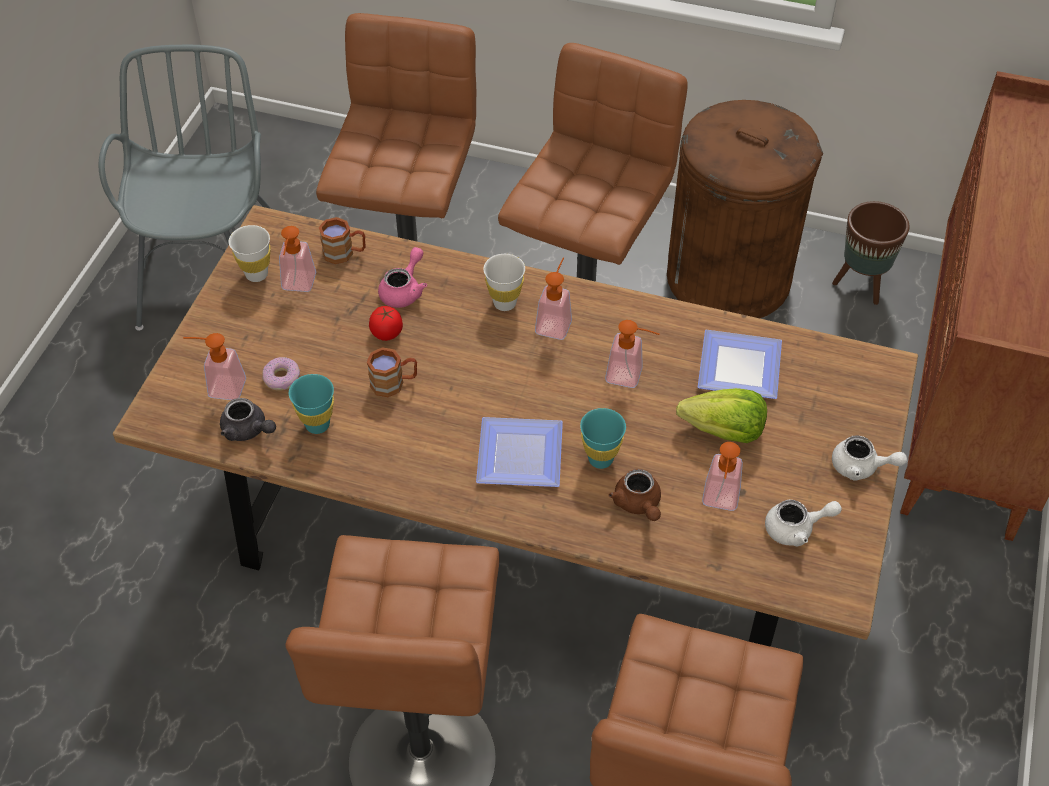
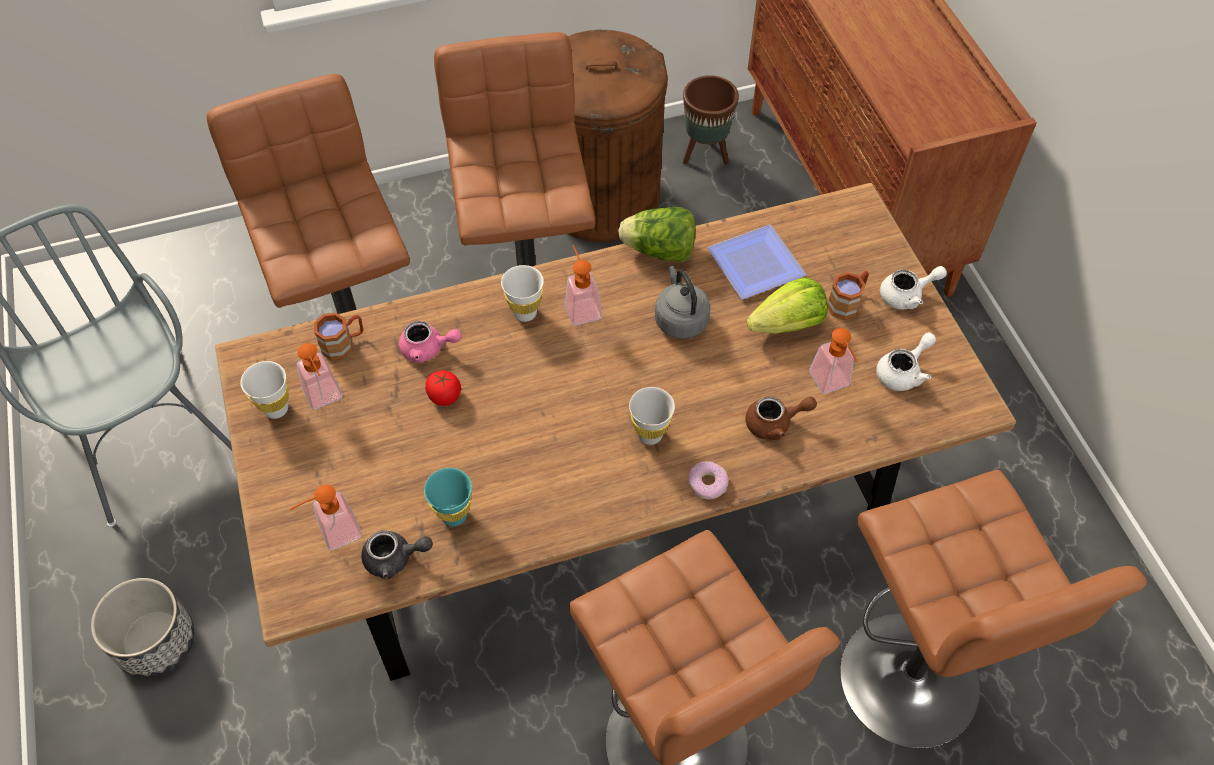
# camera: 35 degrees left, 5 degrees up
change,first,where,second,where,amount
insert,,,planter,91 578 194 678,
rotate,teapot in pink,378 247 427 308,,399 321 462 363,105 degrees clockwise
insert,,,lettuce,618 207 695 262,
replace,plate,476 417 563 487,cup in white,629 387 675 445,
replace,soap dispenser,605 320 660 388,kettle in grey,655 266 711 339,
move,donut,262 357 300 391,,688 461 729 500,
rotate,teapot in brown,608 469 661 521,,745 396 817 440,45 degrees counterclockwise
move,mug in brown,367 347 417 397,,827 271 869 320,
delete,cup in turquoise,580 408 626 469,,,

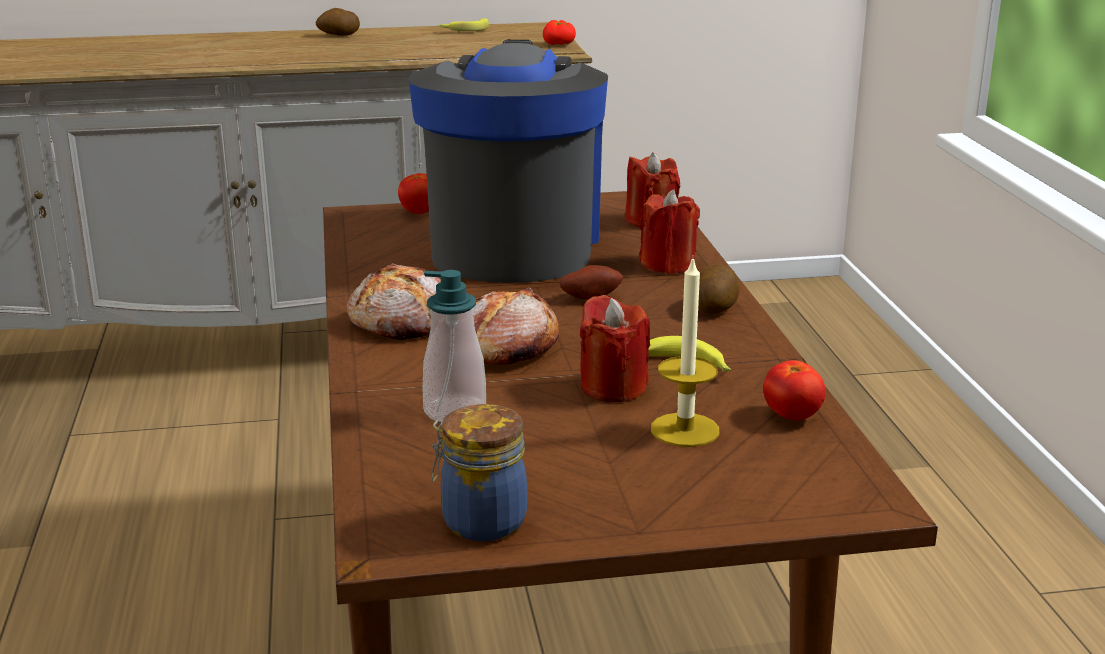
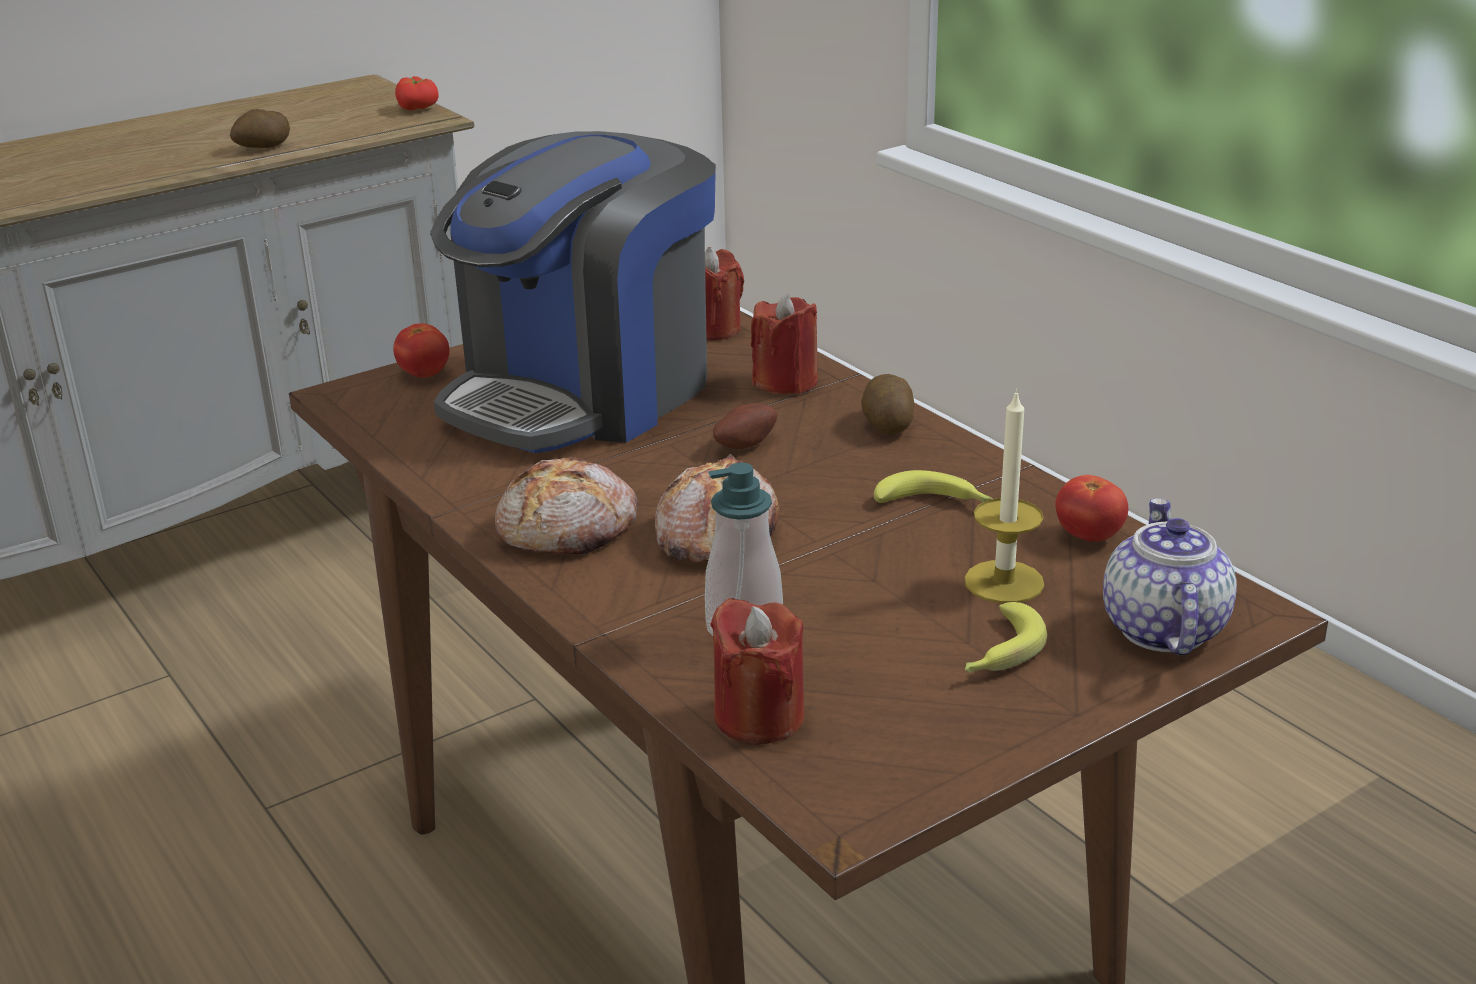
# camera: 25 degrees left, 5 degrees up
change,first,where,second,where,amount
move,potato,316 8 360 36,,230 109 290 148,
rotate,coffee machine,408 40 608 283,,430 131 716 453,120 degrees counterclockwise
move,candle in red,580 295 650 402,,710 598 804 745,
move,banana,438 18 489 31,,965 602 1047 673,
insert,,,teapot,1103 498 1237 655,
delete,jar,432 404 527 541,,,

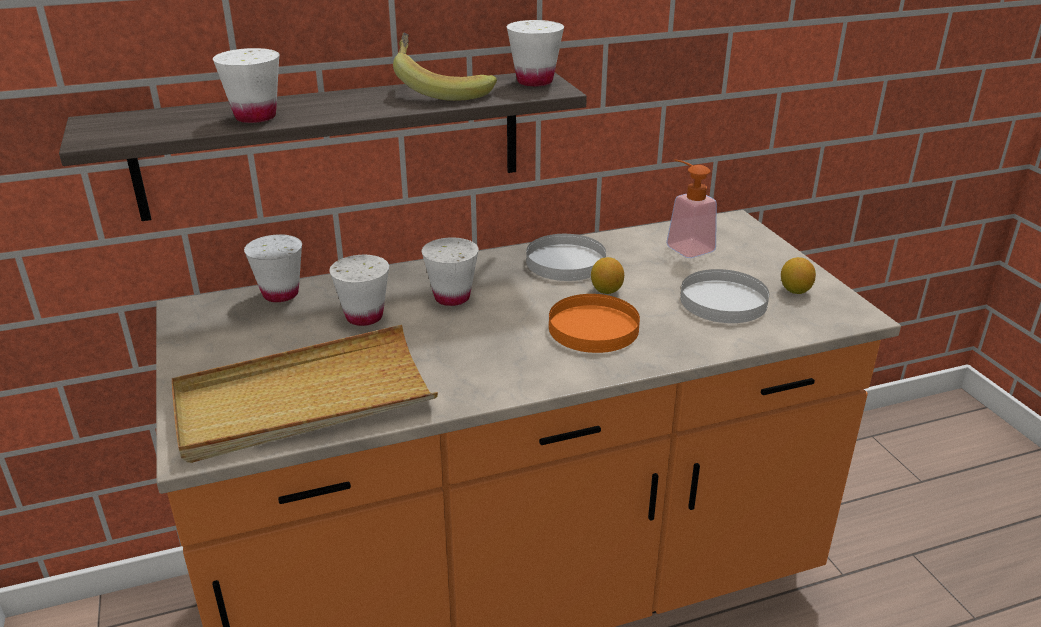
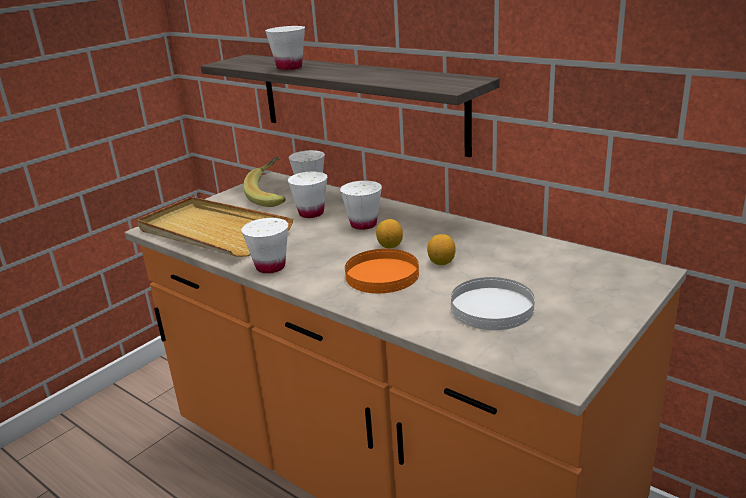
# camera: 60 degrees right, 5 degrees down
change,first,where,second,where,amount
move,cup in white,507 20 564 86,,241 218 288 274,
move,banana,393 33 497 101,,243 157 286 207,
move,lemon,781 257 816 294,,376 219 403 248,
delete,plate in white,526 234 606 281,,,
delete,soap dispenser,666 159 717 258,,,

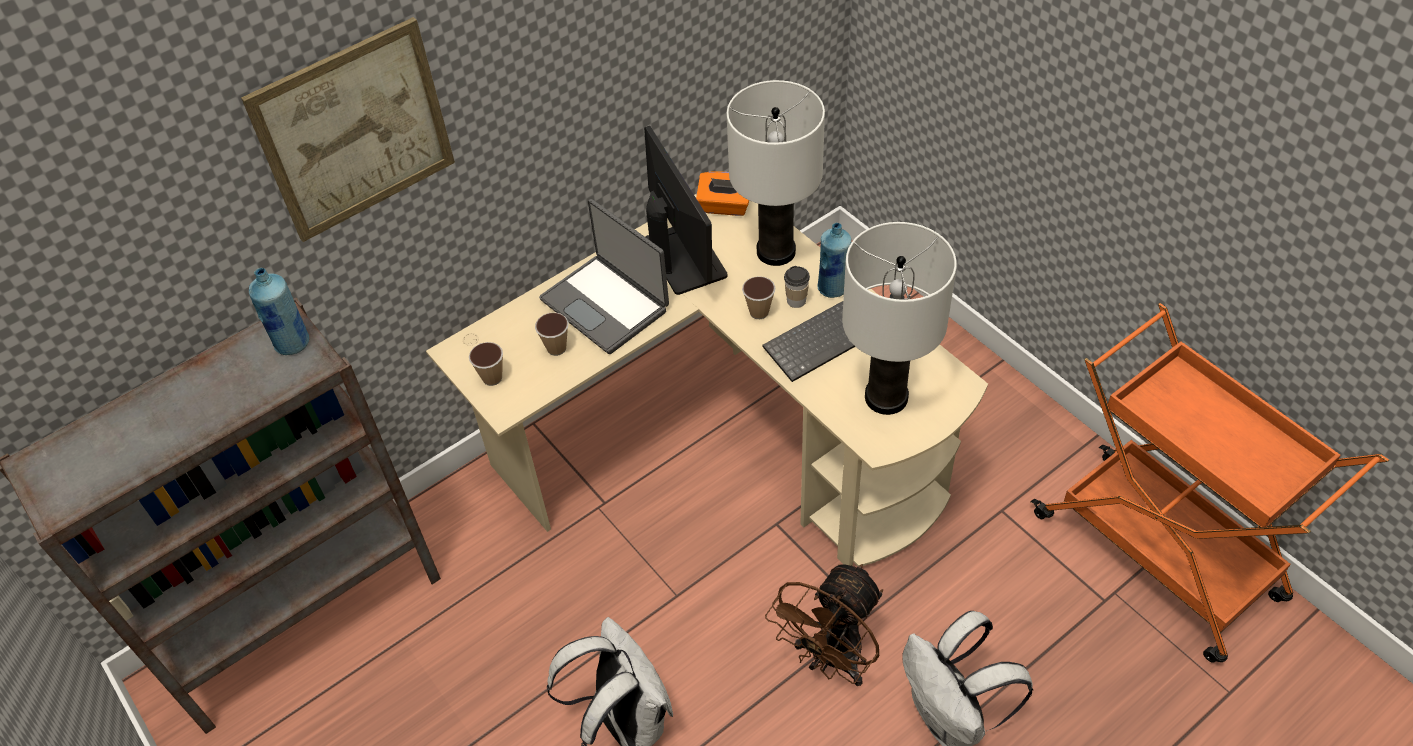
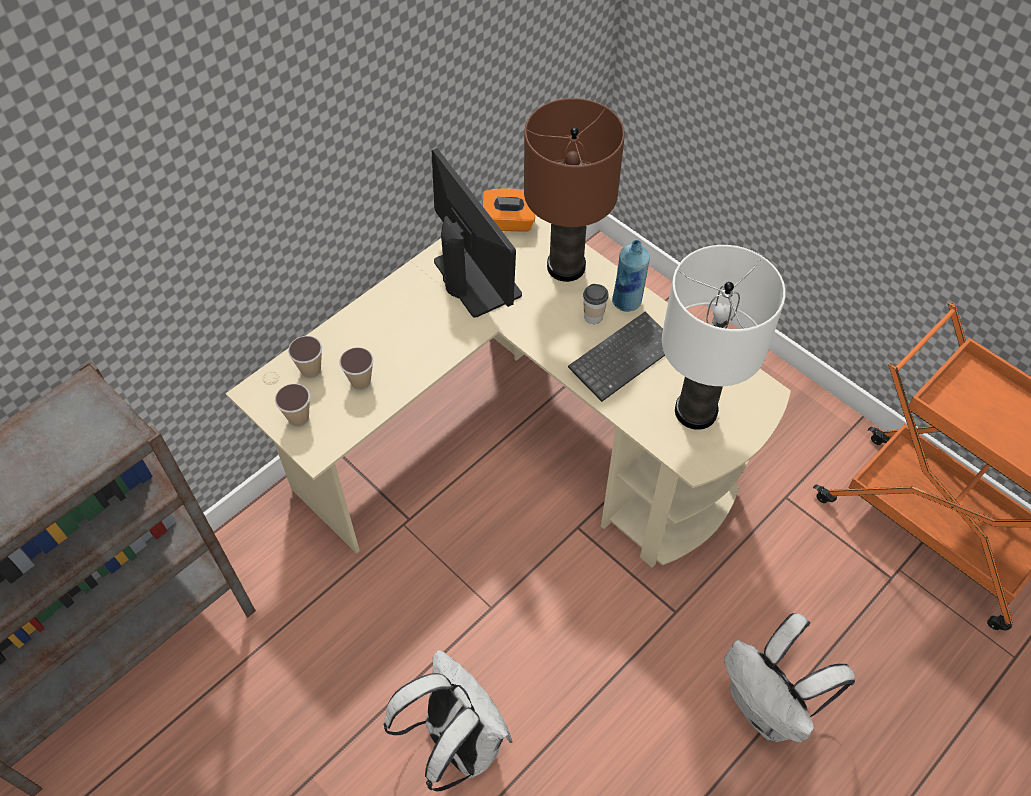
# camera: 10 degrees left, 5 degrees up
change,first,where,second,where,amount
move,cup,742 276 776 319,,288 336 322 378,
recolor,table lamp in white,726 80 825 266,table lamp in brown,524 98 625 282,
delete,picture,241 17 455 242,,,
delete,bottle in blue,249 268 309 355,,,
delete,laptop,539 199 669 354,,,
delete,fan in brown,765 564 883 686,,,

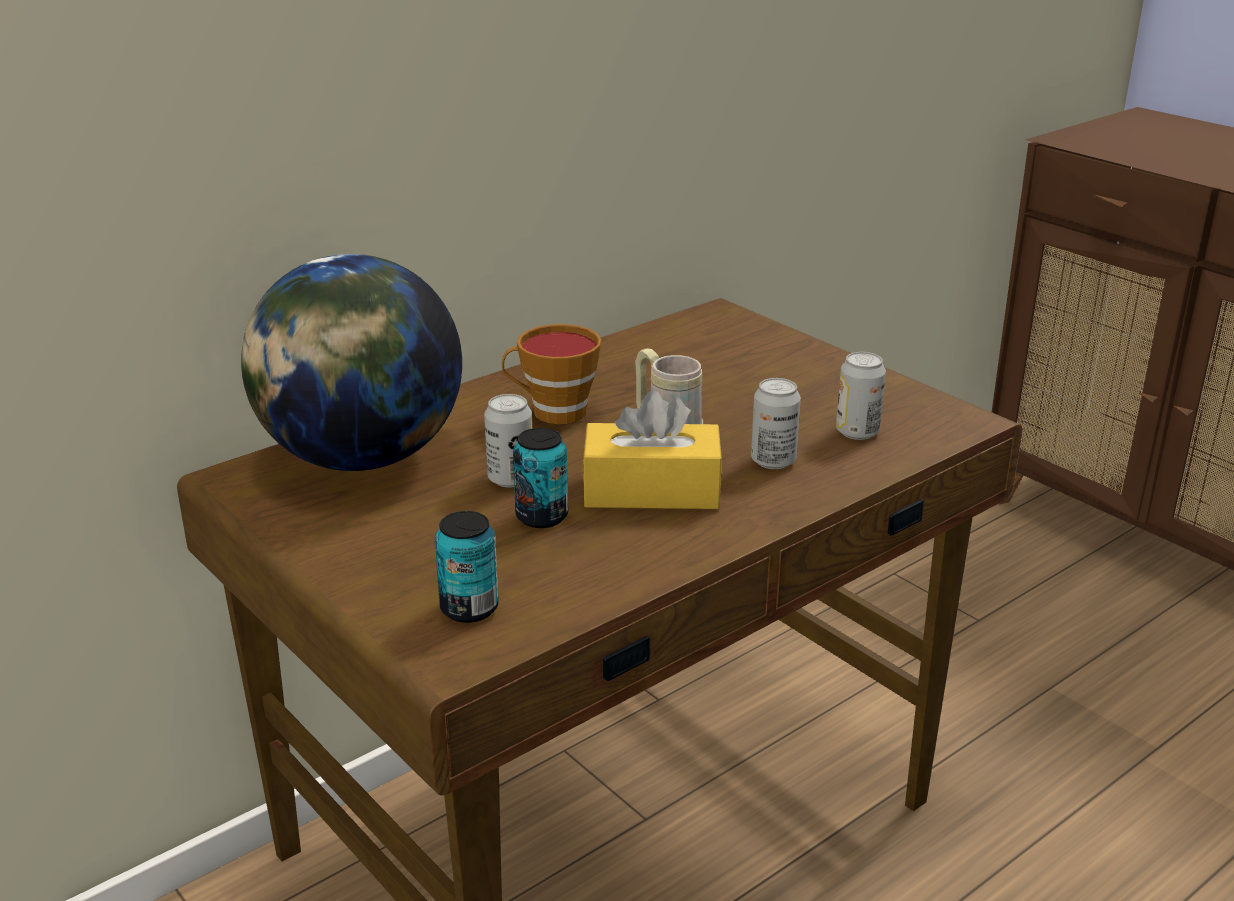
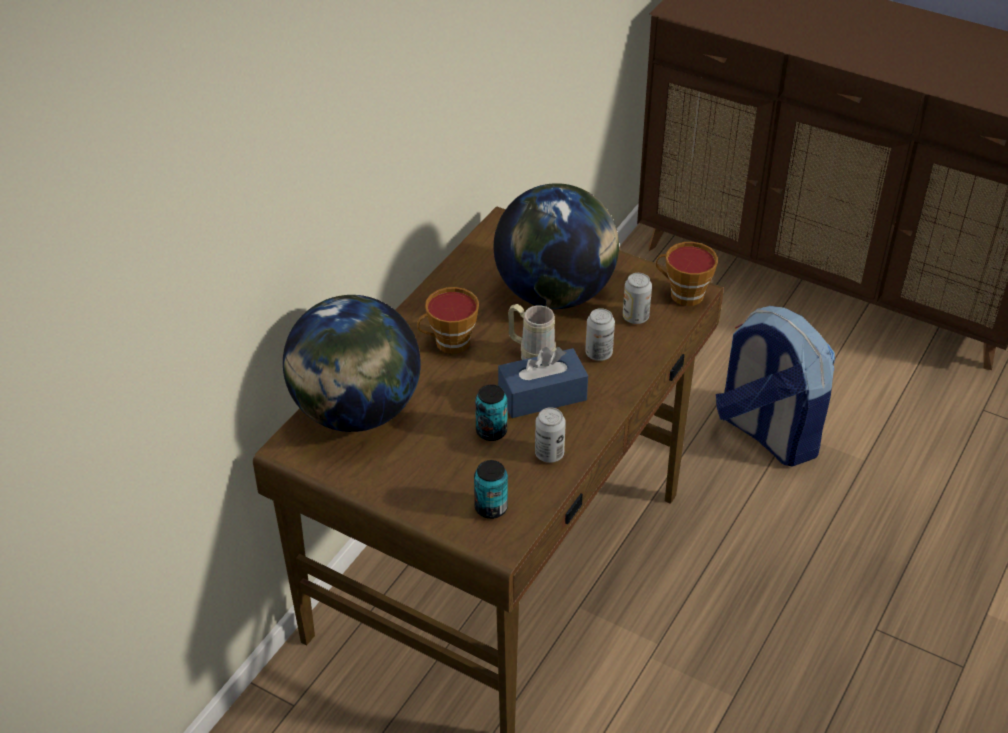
# camera: 20 degrees left, 15 degrees up
change,first,where,second,where,amount
insert,,,globe,494 183 619 309,
recolor,tissue box in yellow,582 390 722 509,tissue box in blue,498 347 588 418,
move,can,484 394 532 488,,535 407 566 463,
insert,,,cup,656 242 718 306,
insert,,,backpack,716 306 835 467,

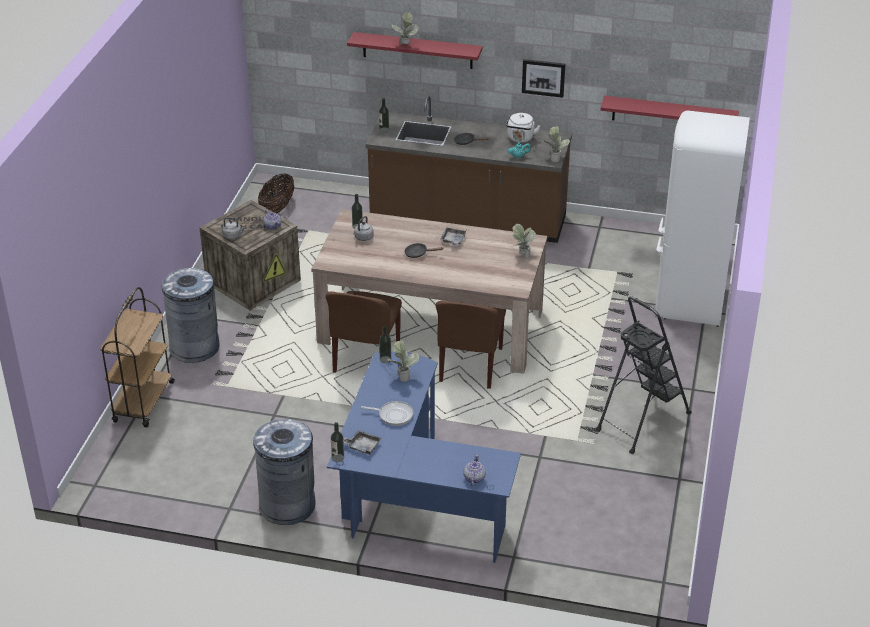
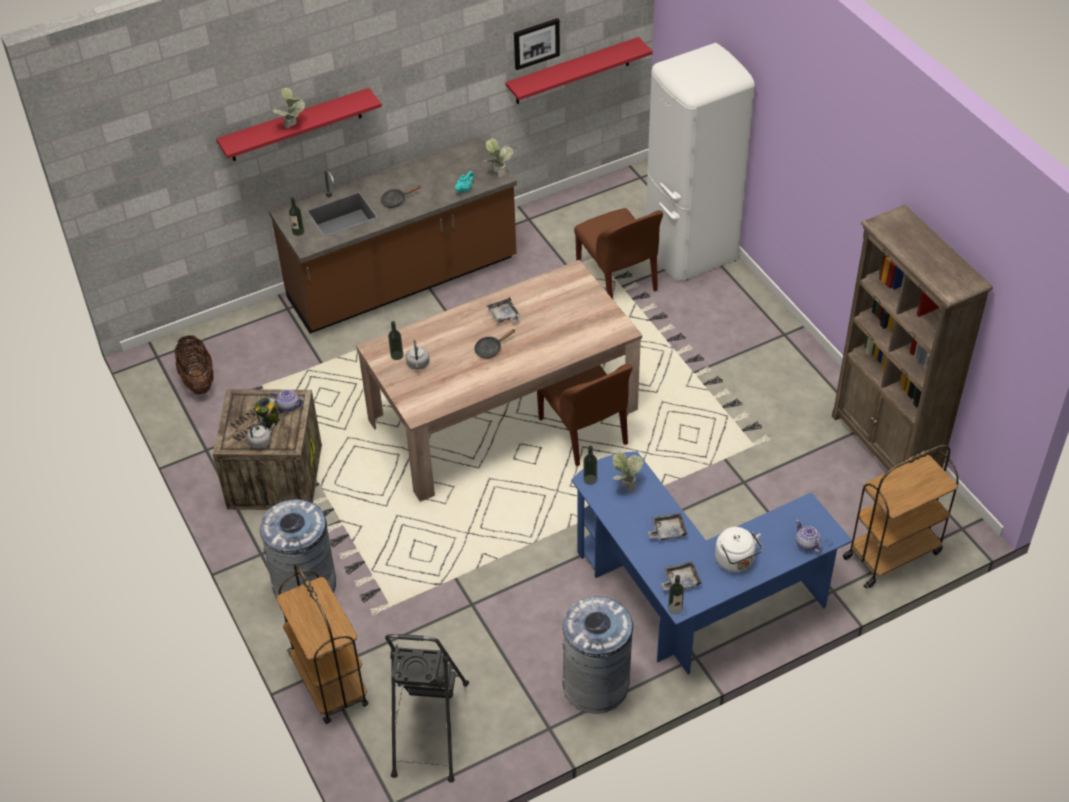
# camera: 40 degrees left, 10 degrees up
change,first,where,second,where,amount
insert,,,jar,255 397 281 428,
move,step ladder,596 296 692 454,,385 634 469 782,
move,picture,522 59 565 98,,514 18 560 70,
move,chair in brown,326 291 402 373,,574 208 663 299,
replace,frying pan,361 401 414 426,tray in grey,648 513 687 540,
move,kettle in white,506 113 541 143,,715 527 763 572,
insert,,,bookcase in brown,832 205 993 471,
insert,,,cart in brown,843 445 959 589,
delete,potted plant,512 224 536 259,,,

